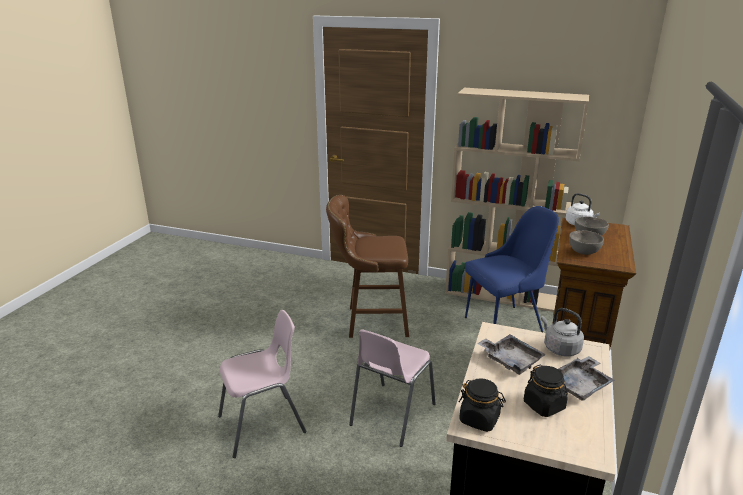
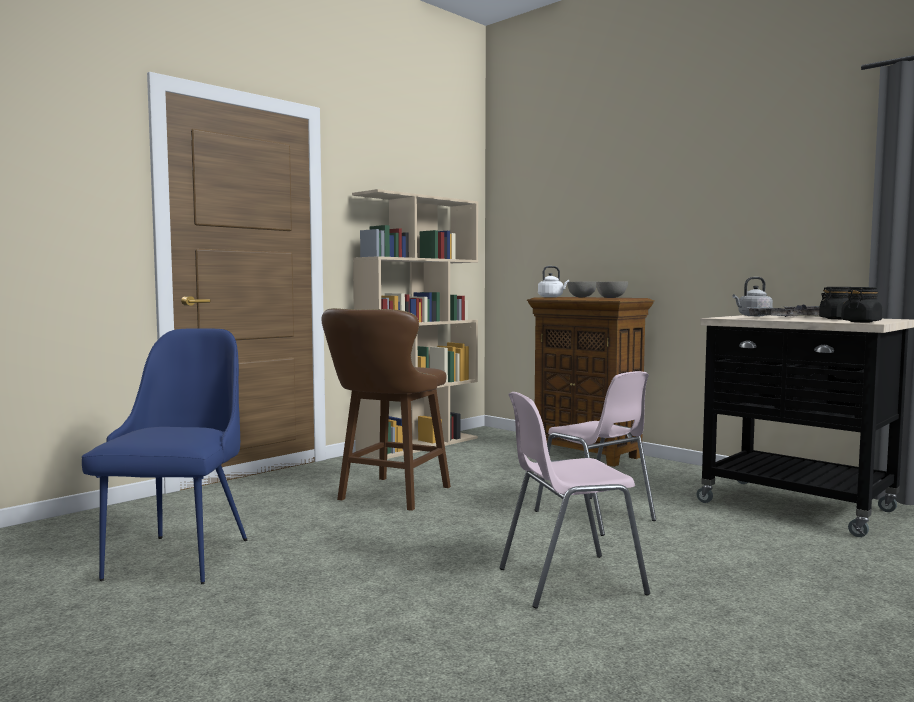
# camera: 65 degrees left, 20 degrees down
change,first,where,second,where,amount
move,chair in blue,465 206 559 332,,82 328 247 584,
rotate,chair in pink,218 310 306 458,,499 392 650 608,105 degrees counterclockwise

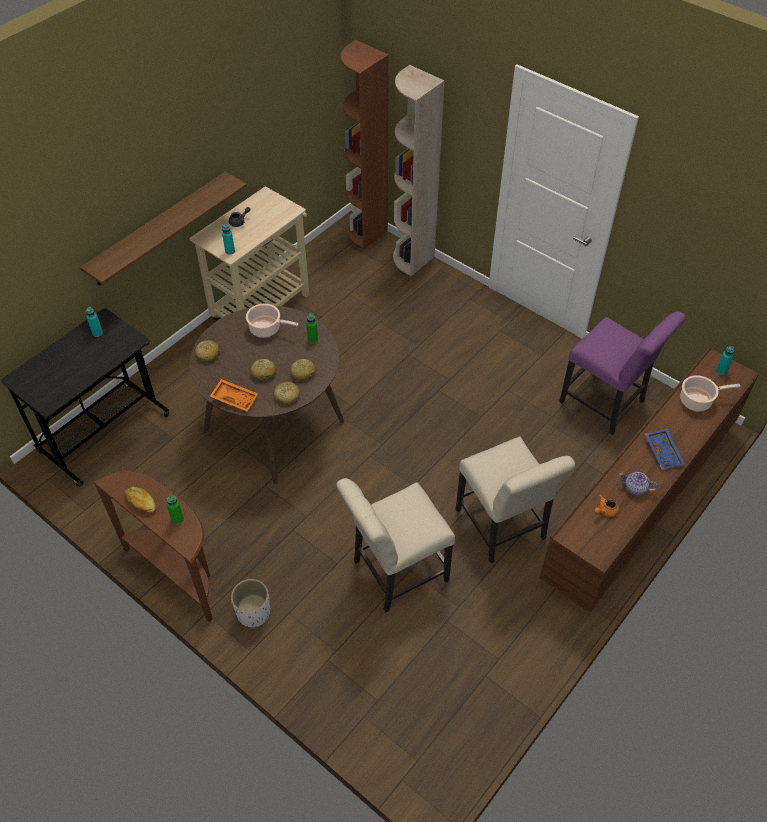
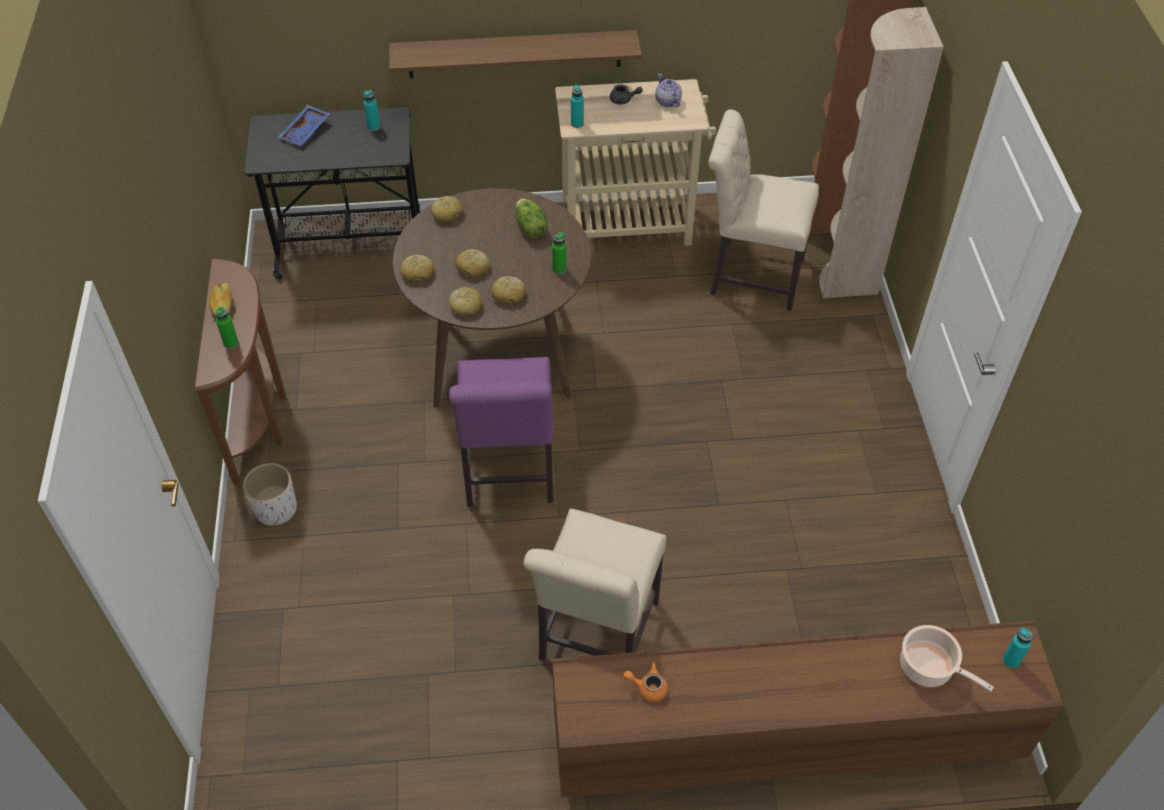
# camera: 45 degrees right, 0 degrees up
change,first,where,second,where,amount
move,tray in blue,645 429 685 470,,279 105 330 146,
replace,tray in orange,210 379 258 411,bread,400 255 434 283,
move,chair in purple,559 311 686 435,,449 357 553 507,
replace,cooking pot,246 304 299 338,lettuce,516 199 547 238,
move,teapot,619 472 658 496,,655 74 682 107,
move,chair in beige,336 478 455 613,,708 109 819 311,

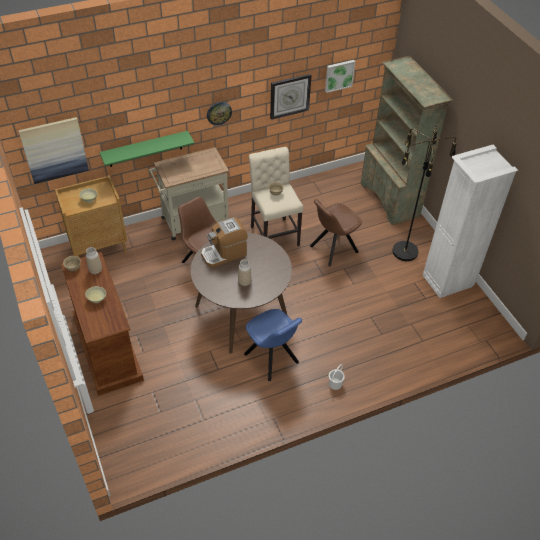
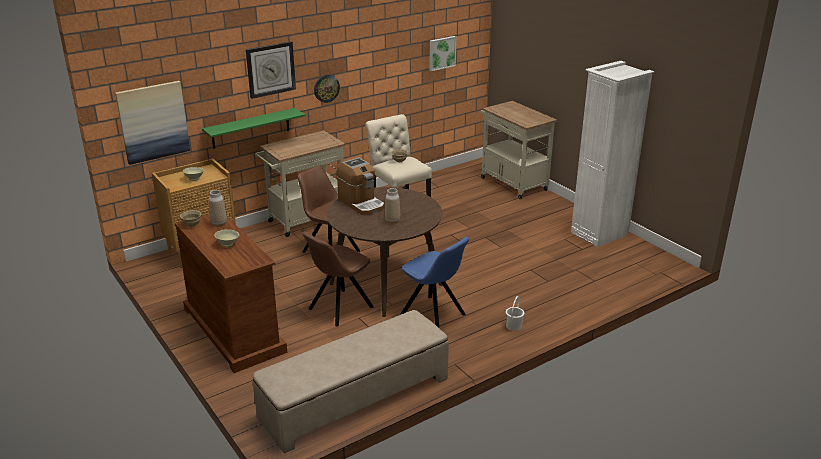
# camera: 10 degrees left, 20 degrees down
change,first,where,second,where,amount
move,wall clock,270 74 312 120,,246 41 296 99,
insert,,,bench in beige,253 310 449 453,
move,chair in brown,310 199 362 266,,302 231 373 326,
rotate,coffee machine,201 217 248 267,,336 157 384 215,90 degrees counterclockwise
replace,bookcase in green,360 56 453 225,cart in beige,480 101 557 199,
delete,floor lamp,392 126 457 261,,,

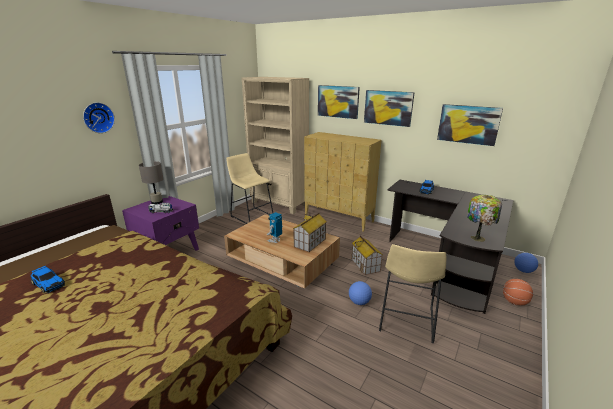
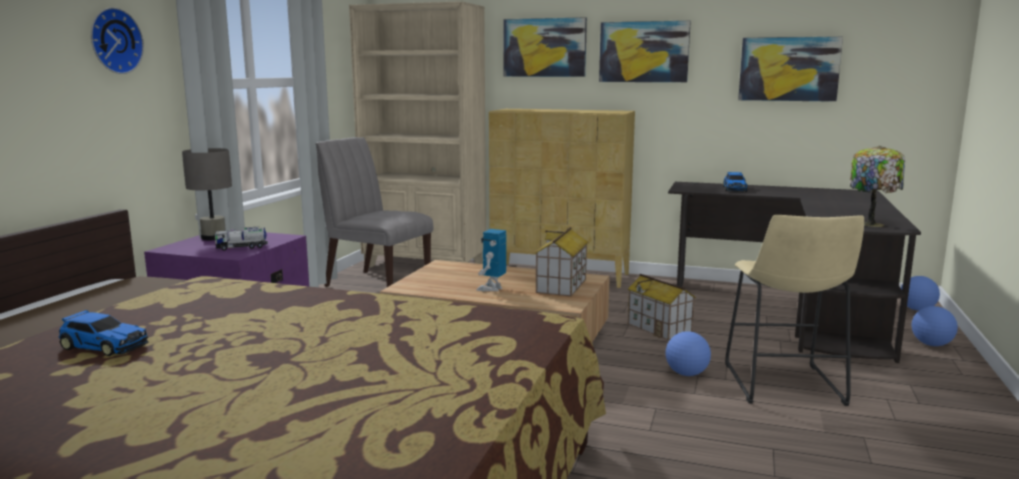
# camera: 15 degrees left, 10 degrees down
change,first,where,second,where,amount
replace,stool in beige,226 153 273 224,chair in grey,315 137 434 287,
replace,basketball,503 279 533 306,football,911 306 958 346,

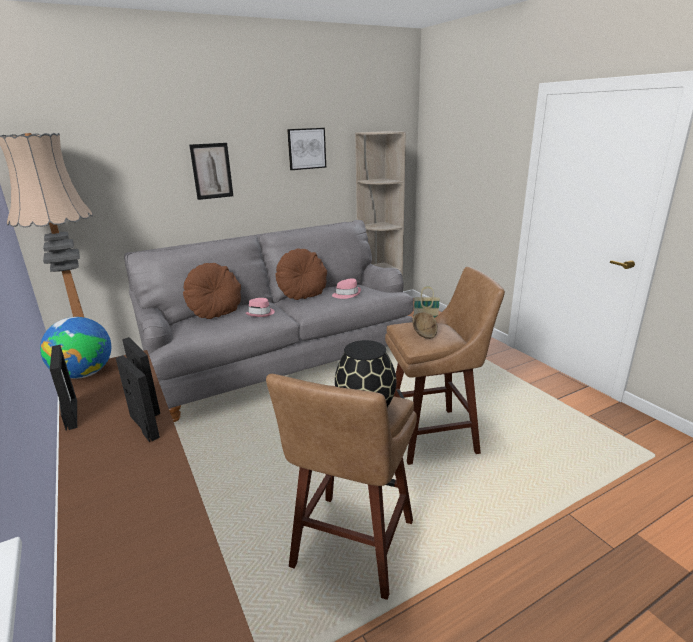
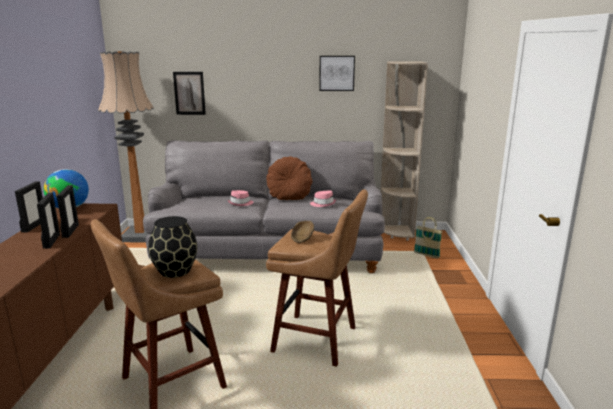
# camera: 30 degrees right, 5 degrees down
change,first,where,second,where,amount
move,picture,189 143 233 200,,173 72 206 115,
delete,pillow in brown,183 263 241 319,,,

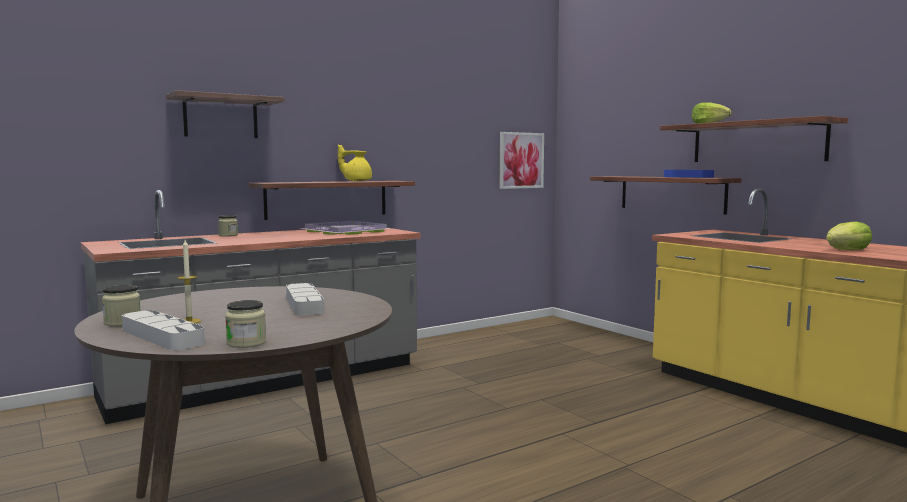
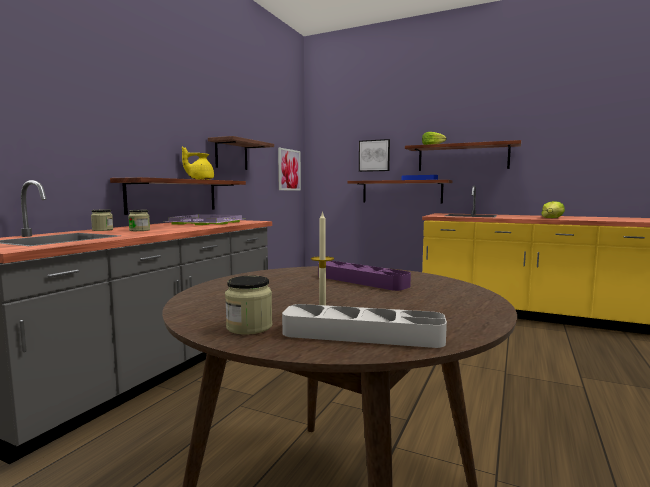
# camera: 30 degrees left, 0 degrees up
change,first,where,second,where,amount
move,jar,225 300 266 348,,128 210 150 231,
move,shelf,166 90 284 138,,208 136 274 170,
recolor,tray in grey,286 283 324 316,tray in purple,318 261 411 291,
insert,,,picture,359 139 390 172,

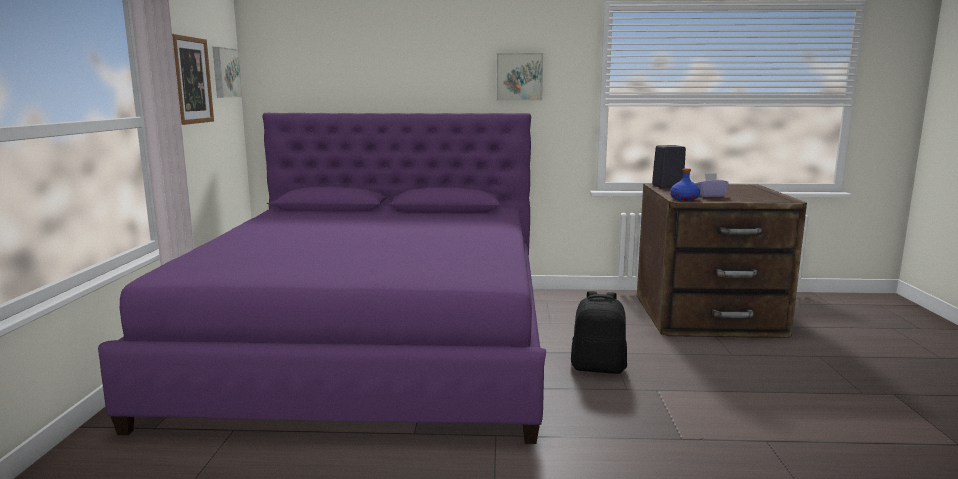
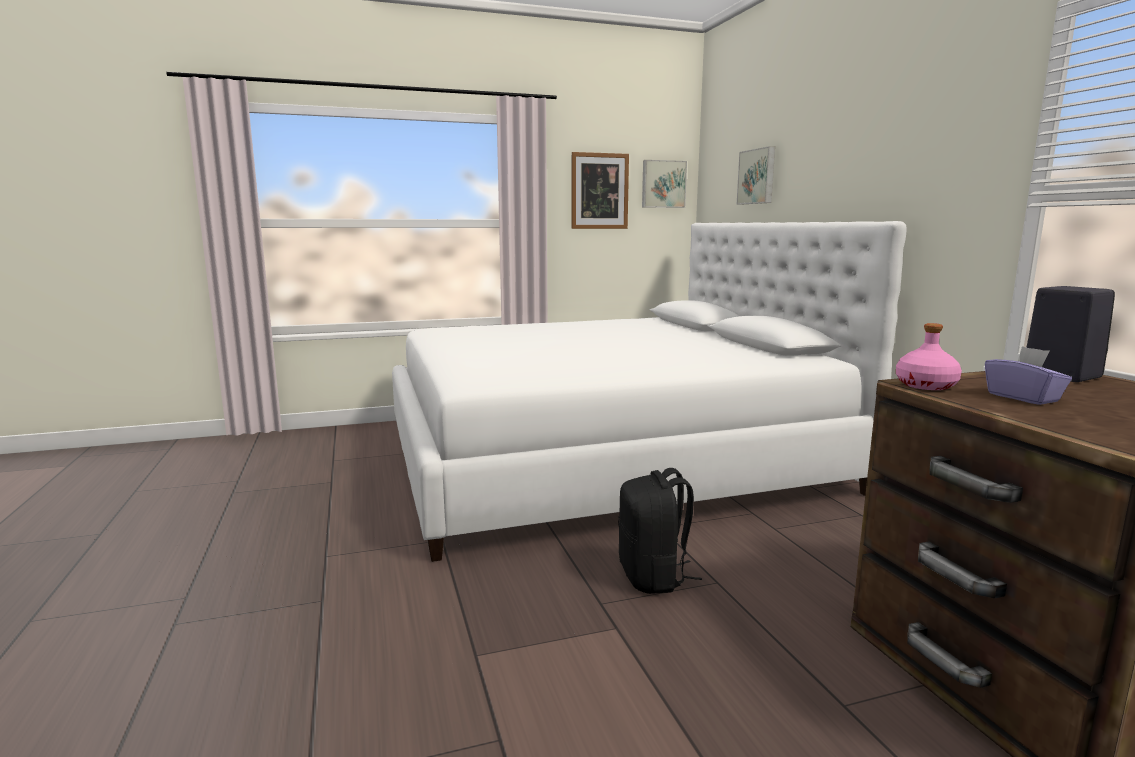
# camera: 70 degrees right, 0 degrees up
change,first,where,second,where,amount
recolor,bed in purple,98 113 546 444,bed in white,392 221 907 562,
move,picture,496 53 543 101,,737 146 775 204,
recolor,bottle in blue,670 168 700 201,bottle in pink,896 323 962 390,

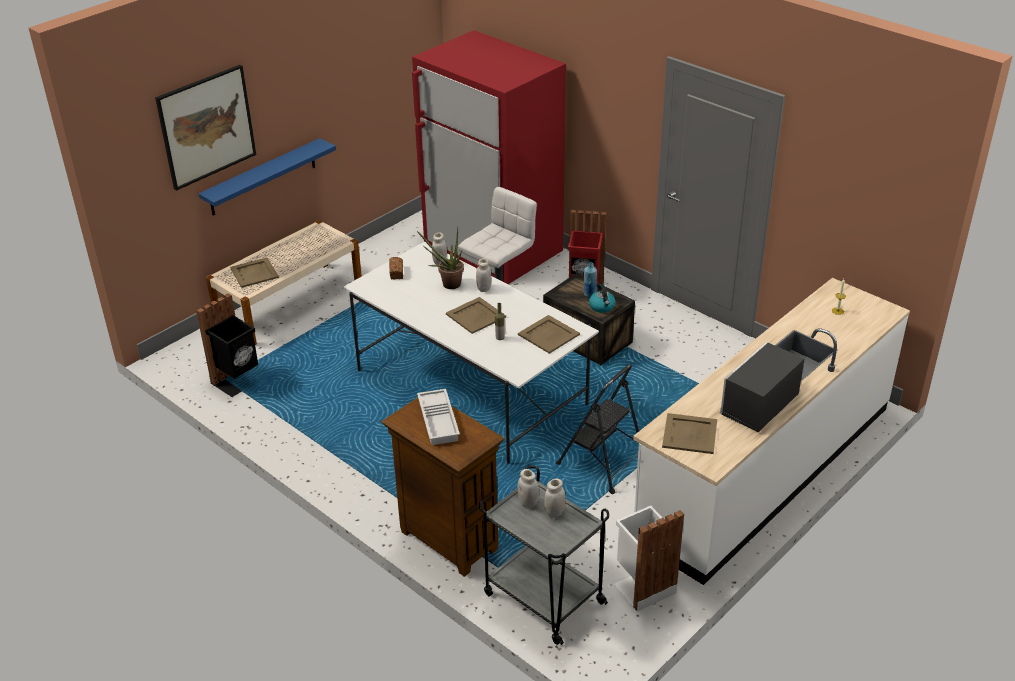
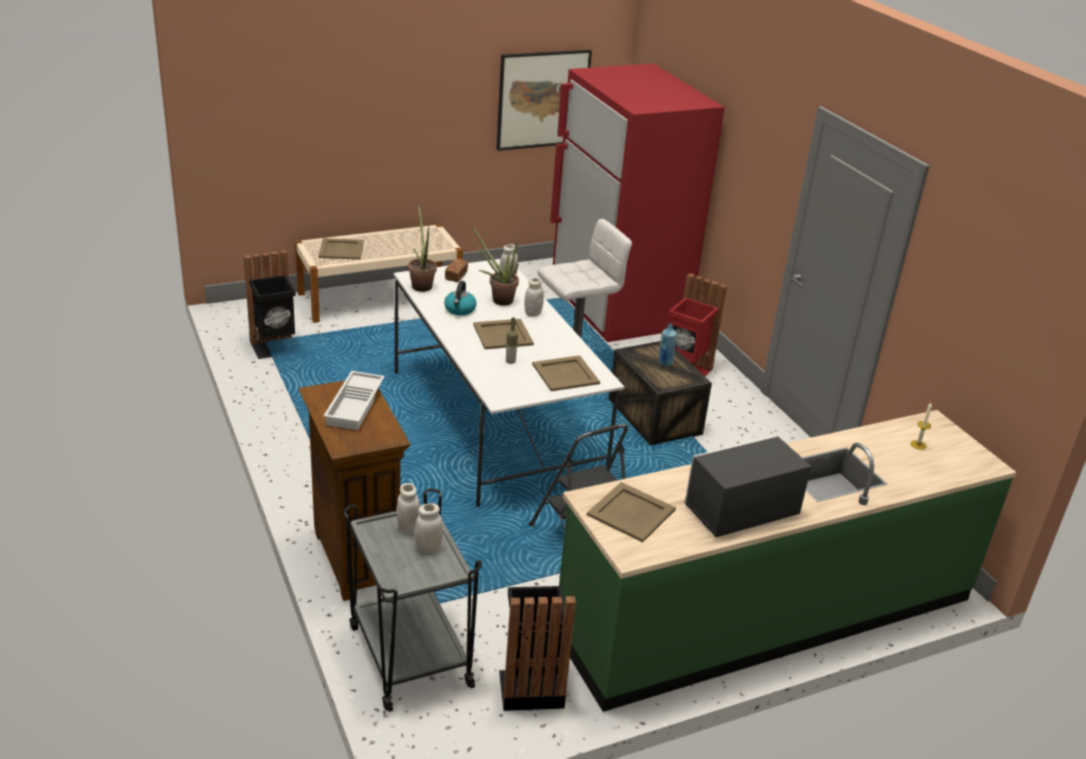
# camera: 20 degrees right, 5 degrees down
change,first,where,second,where,amount
insert,,,potted plant,408 205 437 292,
move,kettle,589 284 616 313,,444 281 477 316,
move,picture,155 65 256 190,,496 50 592 151,
recolor,trash can in white,614 506 684 612,trash can in black,499 586 576 711,
recolor,counter in white,633 278 910 585,counter in green,559 410 1016 712,
delete,shelf in blue,198 138 336 216,,,

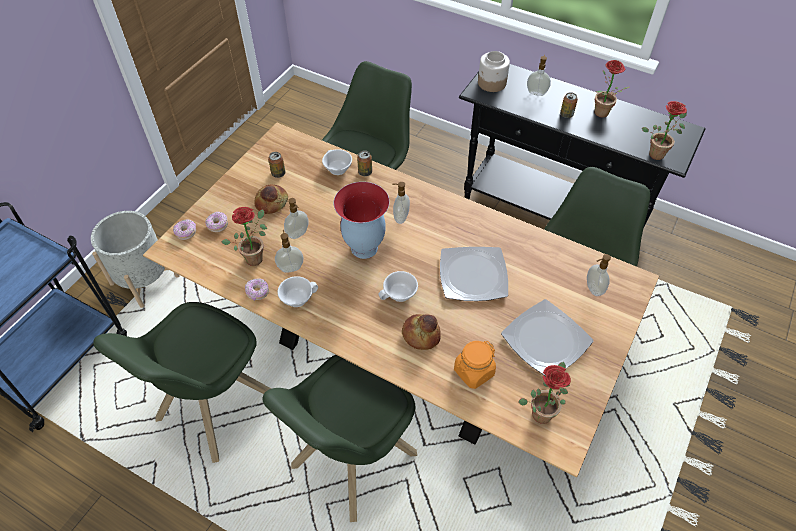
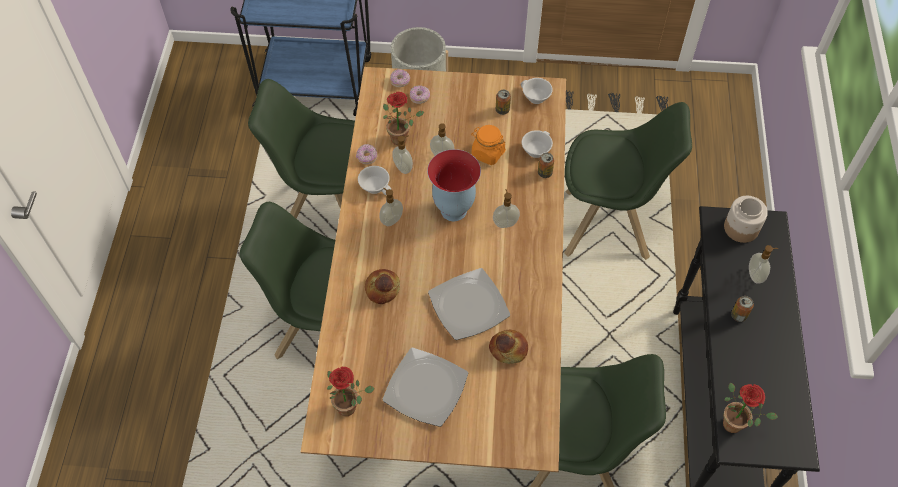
# camera: 65 degrees right, 5 degrees up
change,first,where,second,where,amount
move,soap dispenser,587 254 611 296,,379 188 403 226,
move,jar in orange,454 341 496 389,,471 125 506 165,
move,bread,255 184 288 214,,489 329 528 364,
move,cup in white,378 271 418 302,,521 78 553 104,
delete,potted plant,594 60 630 117,,,

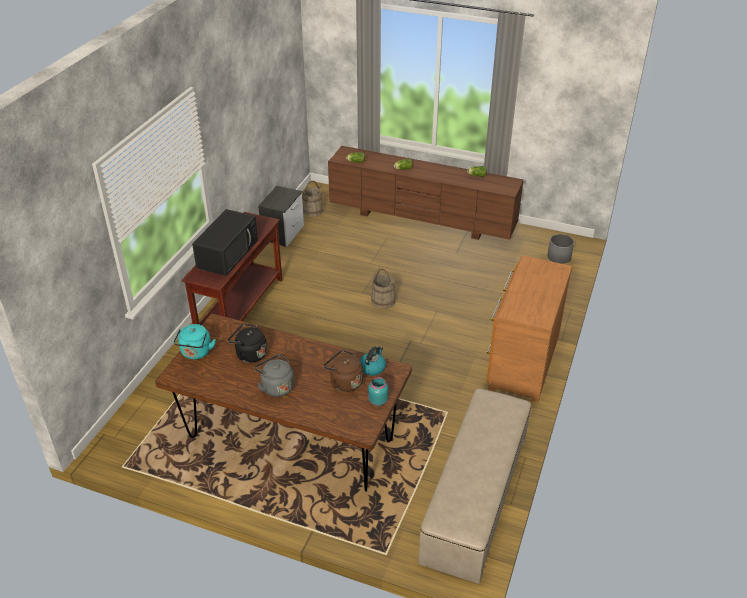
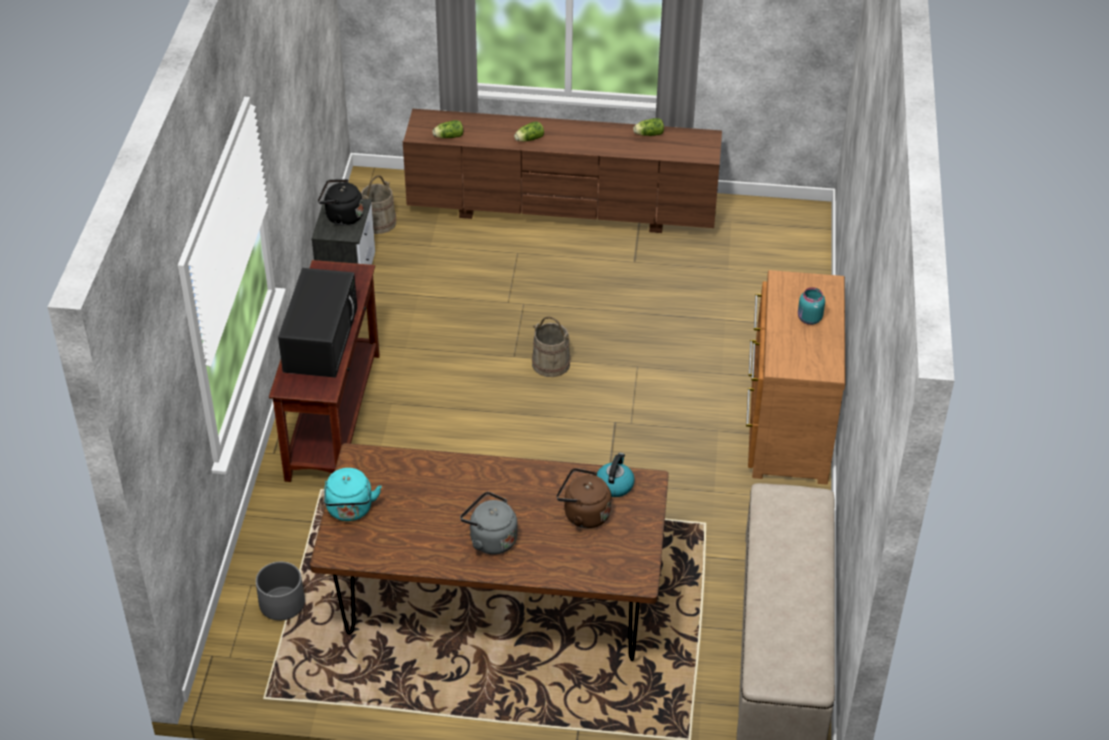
# camera: 15 degrees left, 5 degrees up
change,first,where,second,where,amount
move,planter in grey,547 234 574 264,,256 562 305 621,
move,kettle in black,228 323 267 363,,318 179 363 226,
move,jar in turquoise,368 377 388 406,,798 287 825 325,

